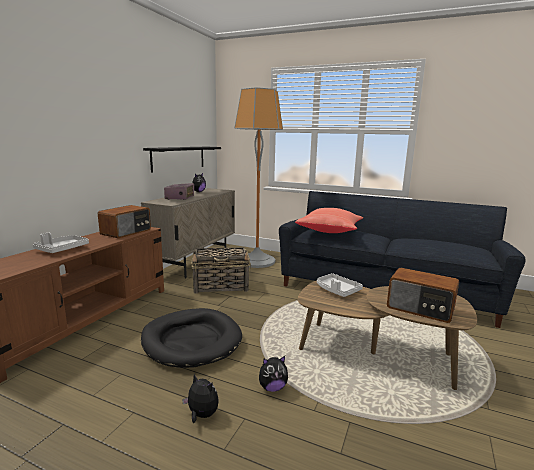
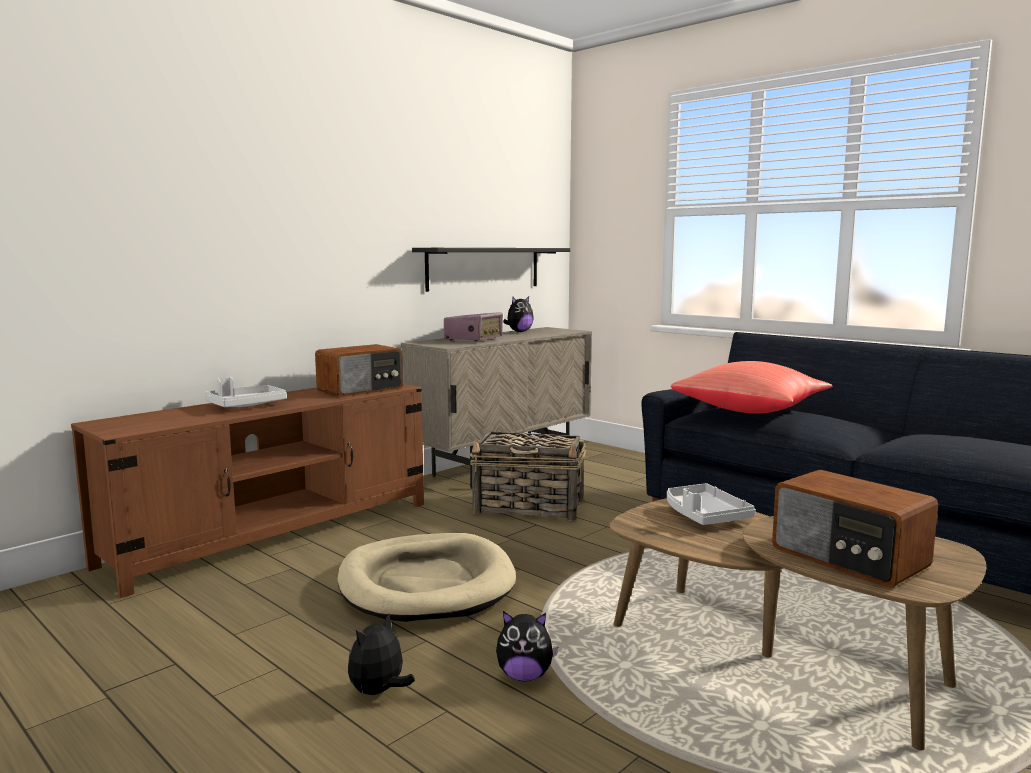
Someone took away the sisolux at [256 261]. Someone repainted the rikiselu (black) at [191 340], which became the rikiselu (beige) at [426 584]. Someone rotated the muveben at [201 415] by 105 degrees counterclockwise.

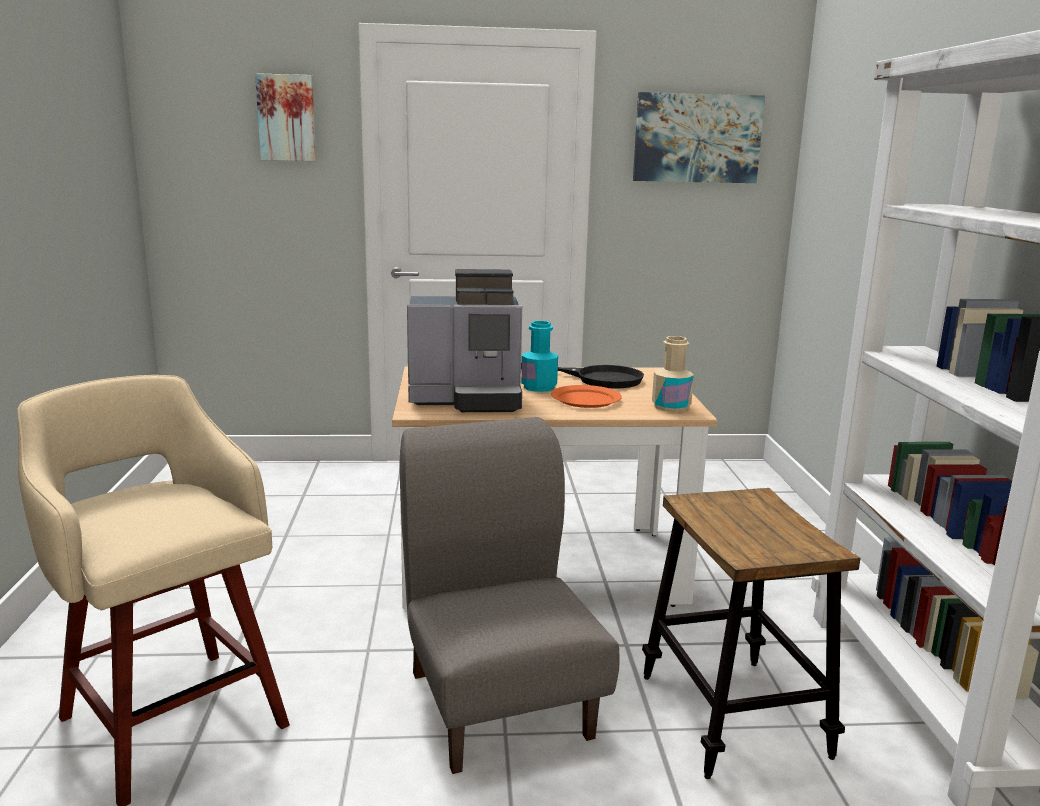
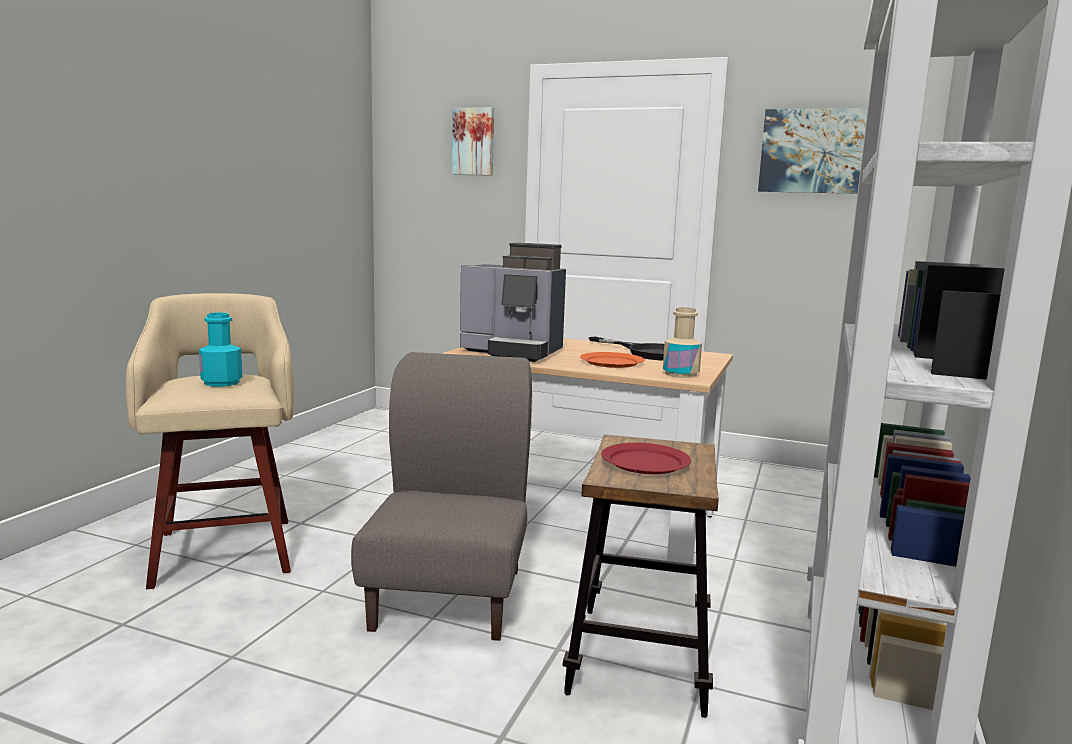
Someone put down the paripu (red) at [644 462]. Someone carried the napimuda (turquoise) from [539 387] to [221 382].

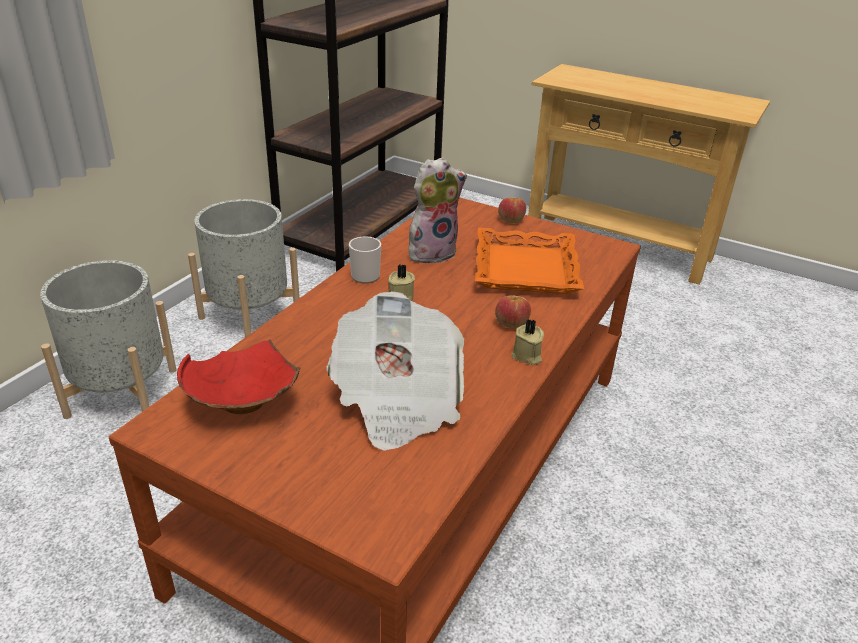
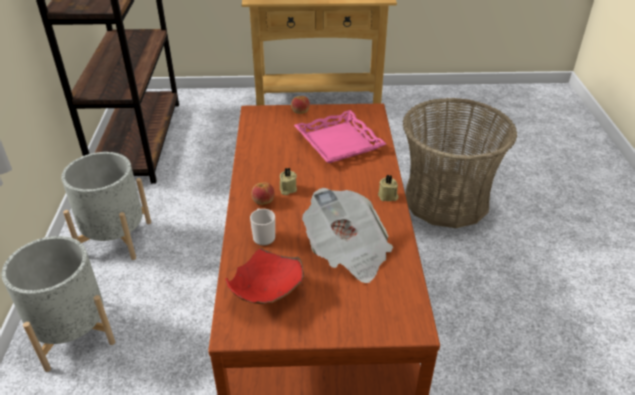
Someone took away the muveben at [432 252]. Someone put down the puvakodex at [446 199]. Someone carried the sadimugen from [366 274] to [263 236]. Someone carried the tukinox from [511 323] to [263 201]. Someone repainted the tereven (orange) at [524 269], which became the tereven (pink) at [338 142].

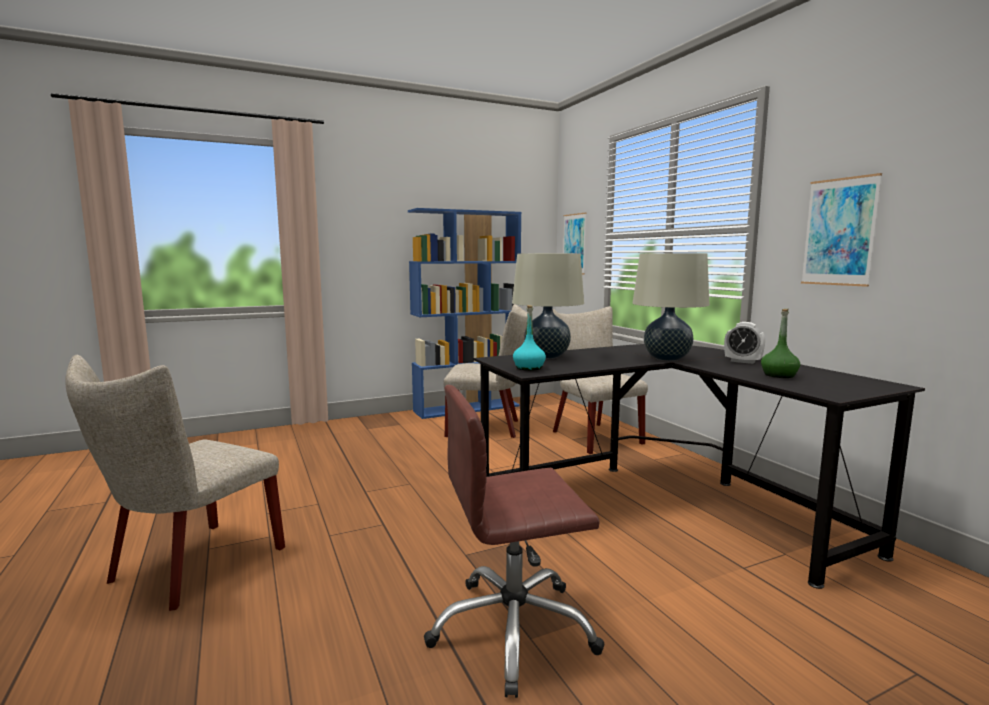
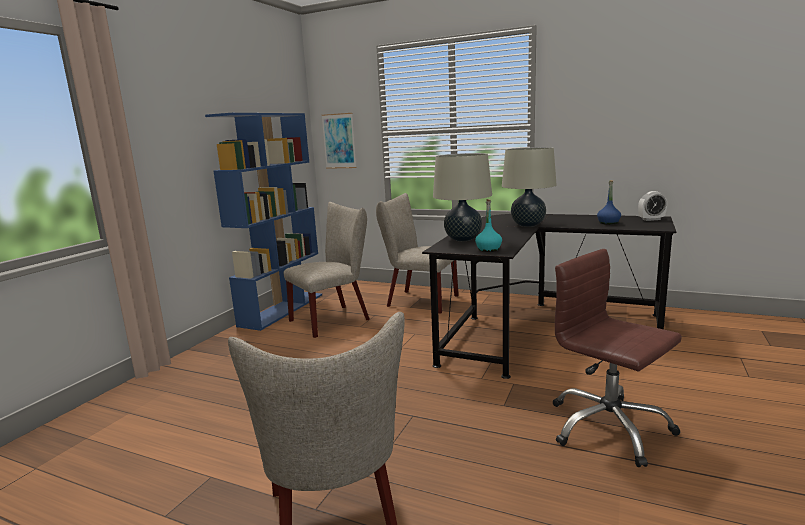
Someone took away the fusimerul at [839 232]. Someone carried the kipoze from [742 361] to [651 219]. Someone repainted the napimuda (green) at [779 375], which became the napimuda (blue) at [608 223]. Someone rotated the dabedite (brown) at [513 630] by 105 degrees clockwise.

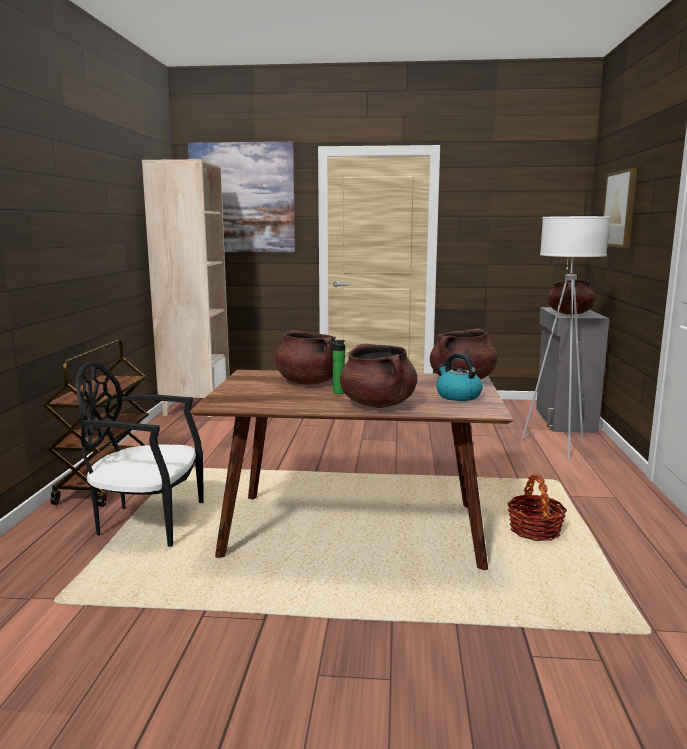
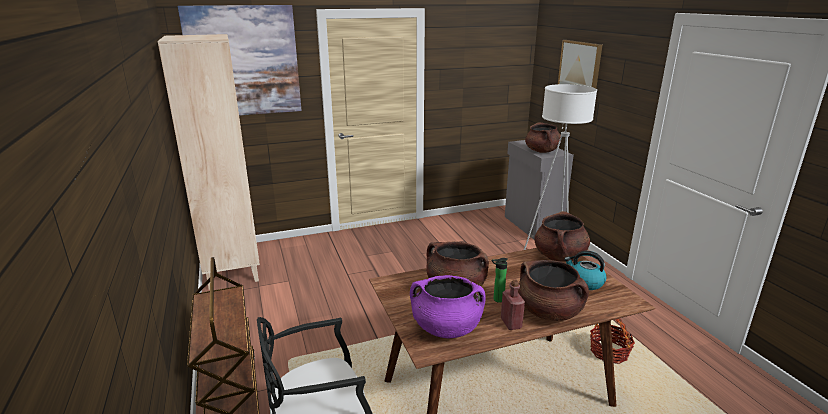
Someone put down the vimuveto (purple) at [446 328]. Someone put down the napimuda (red) at [511 323].

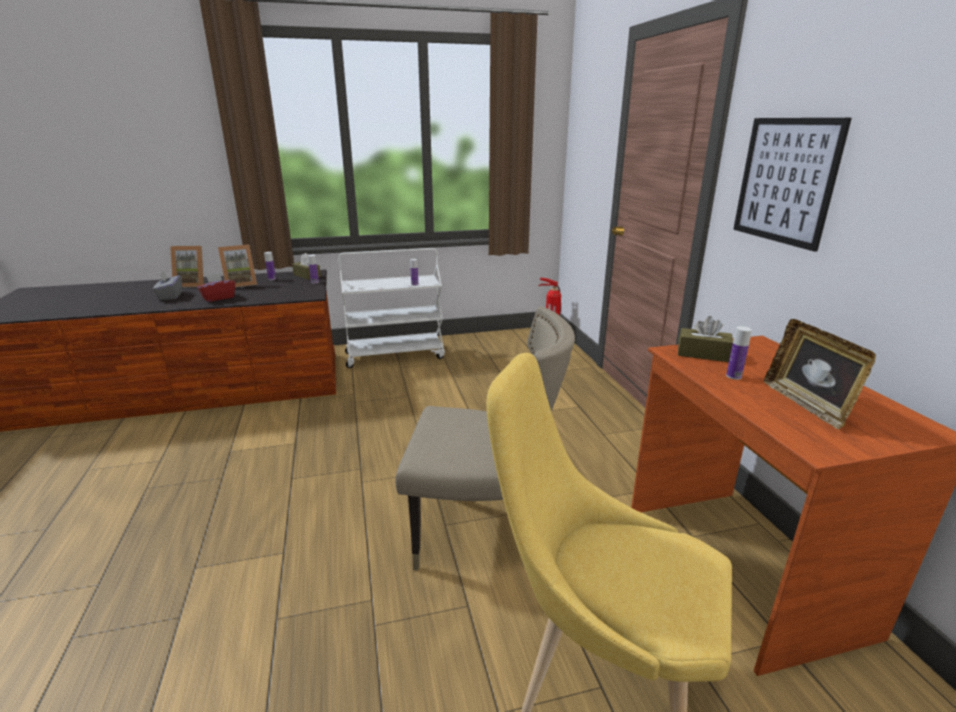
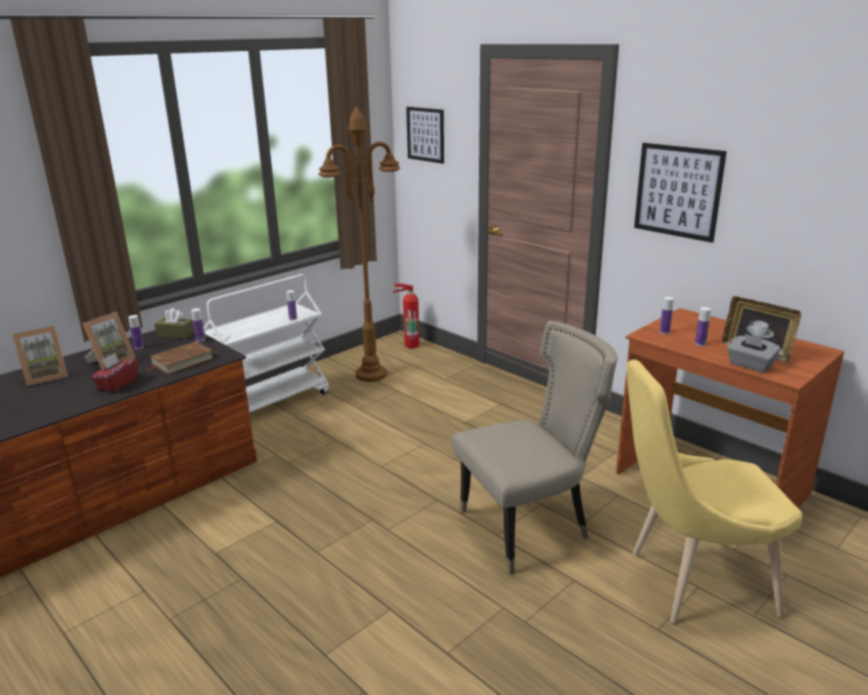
Someone put down the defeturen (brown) at [182 361]. Someone put down the sisolux (brown) at [371 375]. Someone put up the fusimerul at [425 134]. Someone carried the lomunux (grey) from [170 296] to [750 365]. Someone swapped the lomunux (brown) at [703 354] for the napimuda at [664 332].

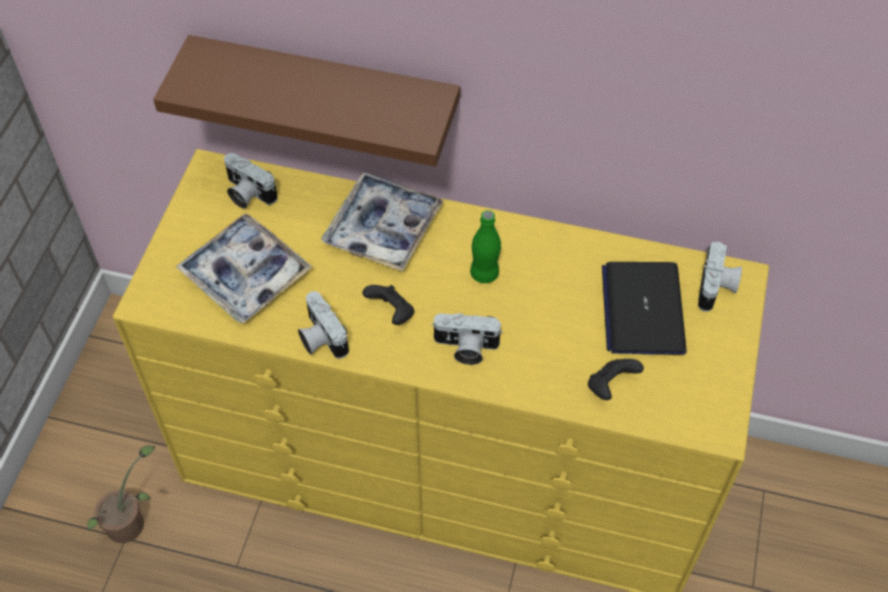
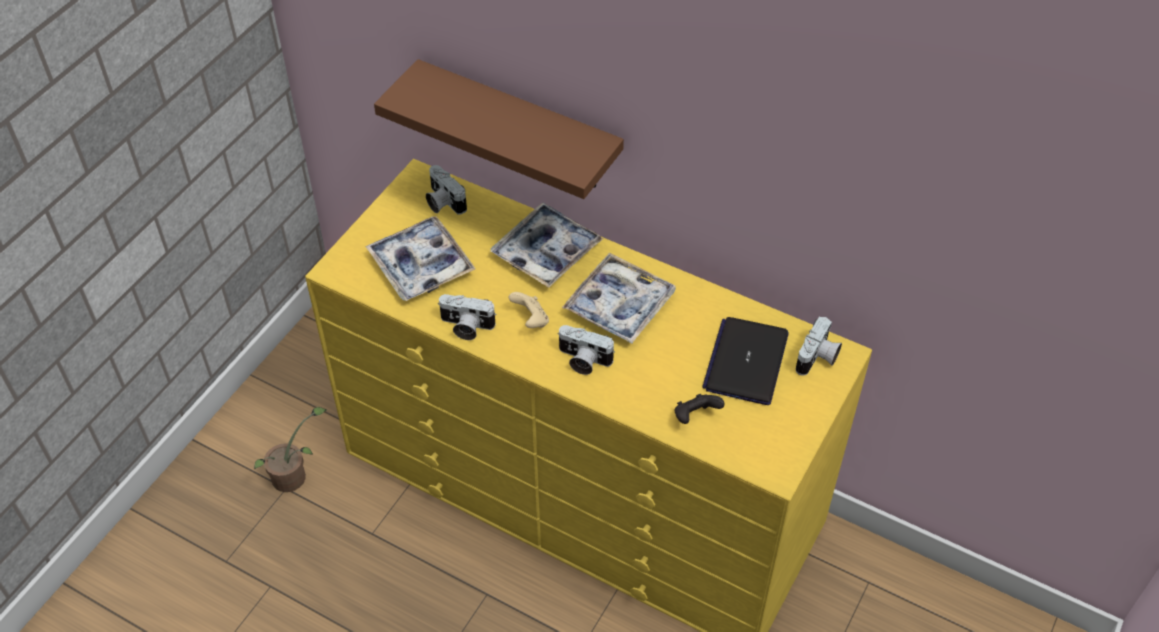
Someone swapped the napimuda (green) at [484 274] for the tereven at [619 305]. Someone repainted the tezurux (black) at [391 313], which became the tezurux (beige) at [531 320]. Someone rotated the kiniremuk at [320 337] by 60 degrees counterclockwise.

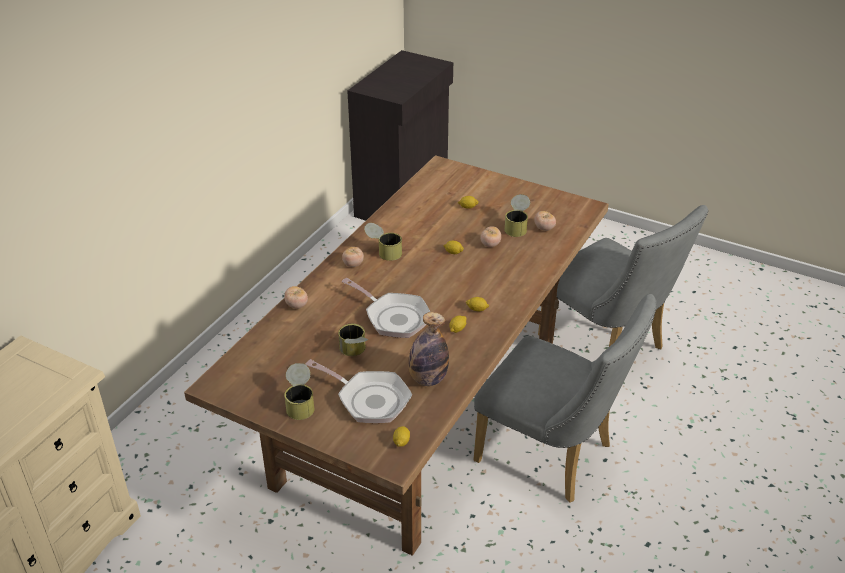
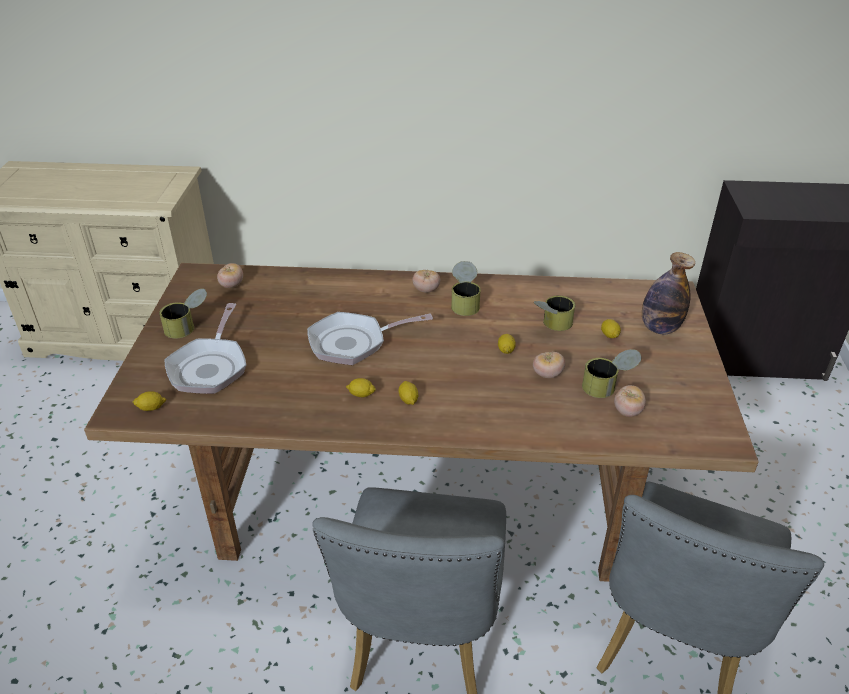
Someone carried the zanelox from [297 305] to [232 285]. Someone carried the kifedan from [354 352] to [551 325]. Someone carried the napimuda from [427 379] to [659 328]. Someone rotated the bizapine at [394 317] by 60 degrees clockwise.

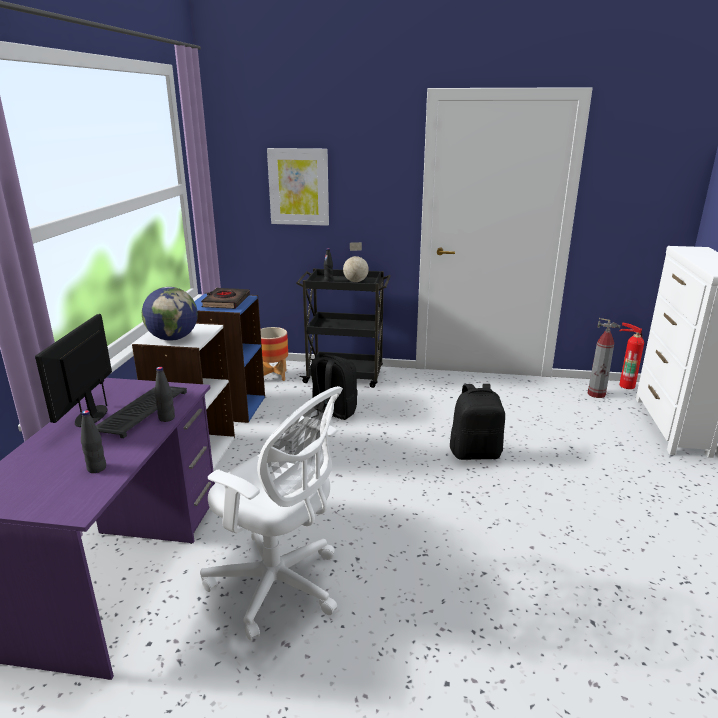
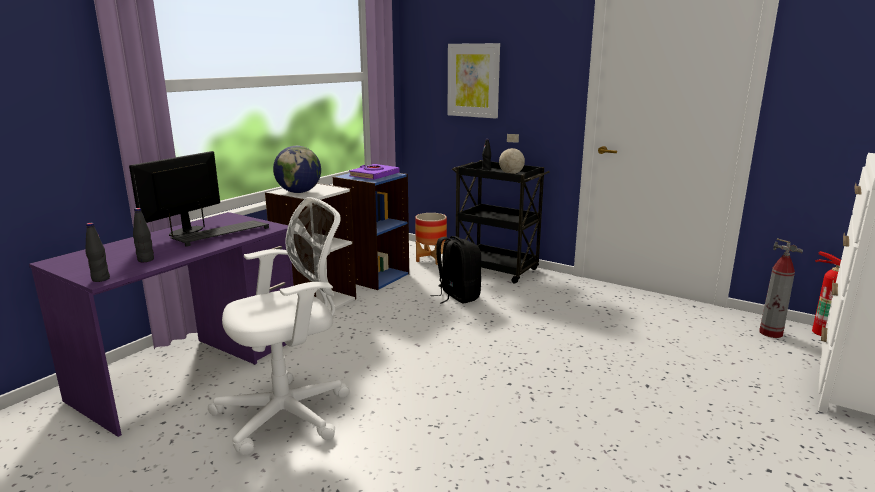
Someone took away the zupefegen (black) at [475 453]. Someone carried the napimuda (black) from [167 418] to [100 279]. Someone repainted the defeturen (black) at [226 302], which became the defeturen (purple) at [374 175]. Someone rotated the dabedite (white) at [279 586] by 90 degrees counterclockwise.

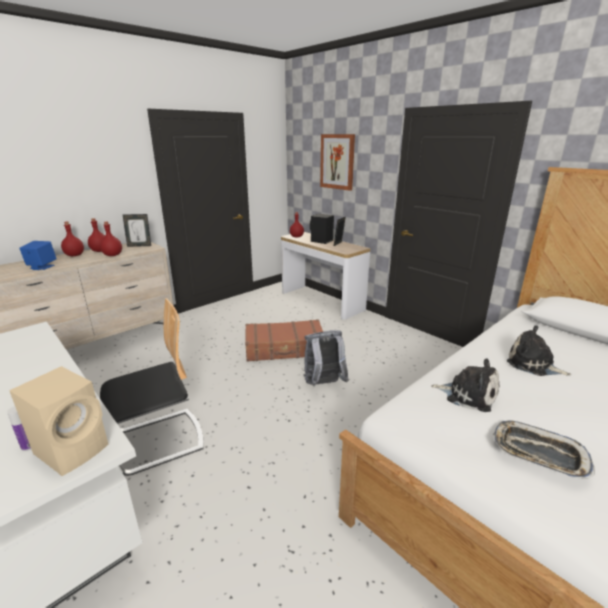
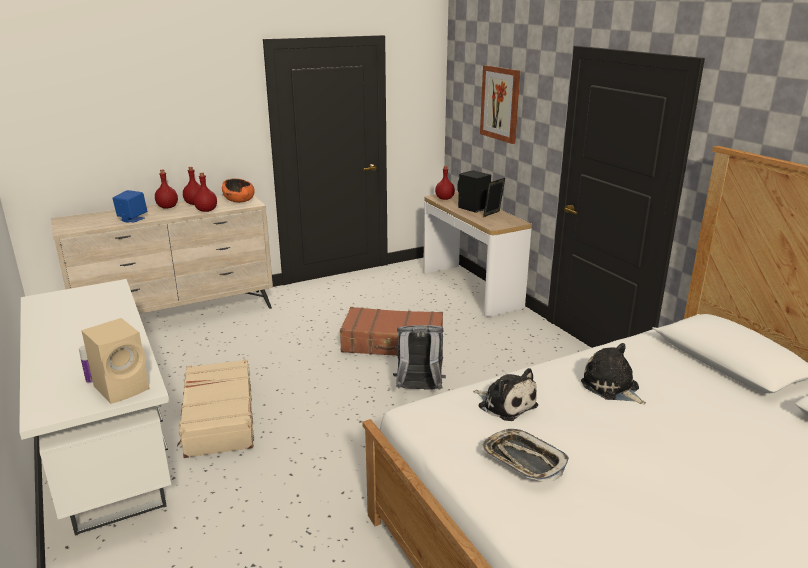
Someone swapped the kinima at [158 441] for the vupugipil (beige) at [218 418]. Someone swapped the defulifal at [139 245] for the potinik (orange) at [239 200].

